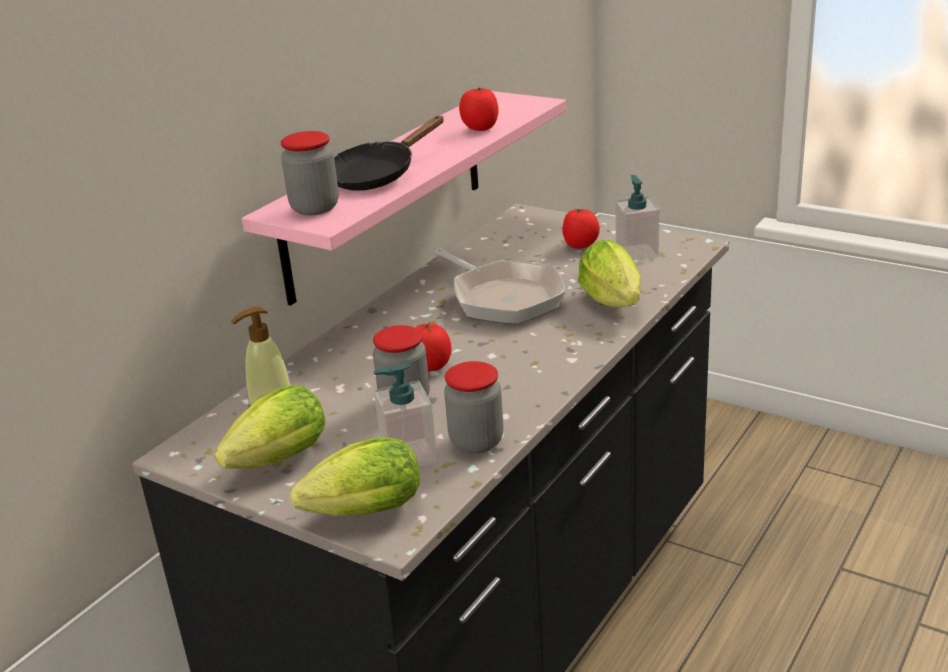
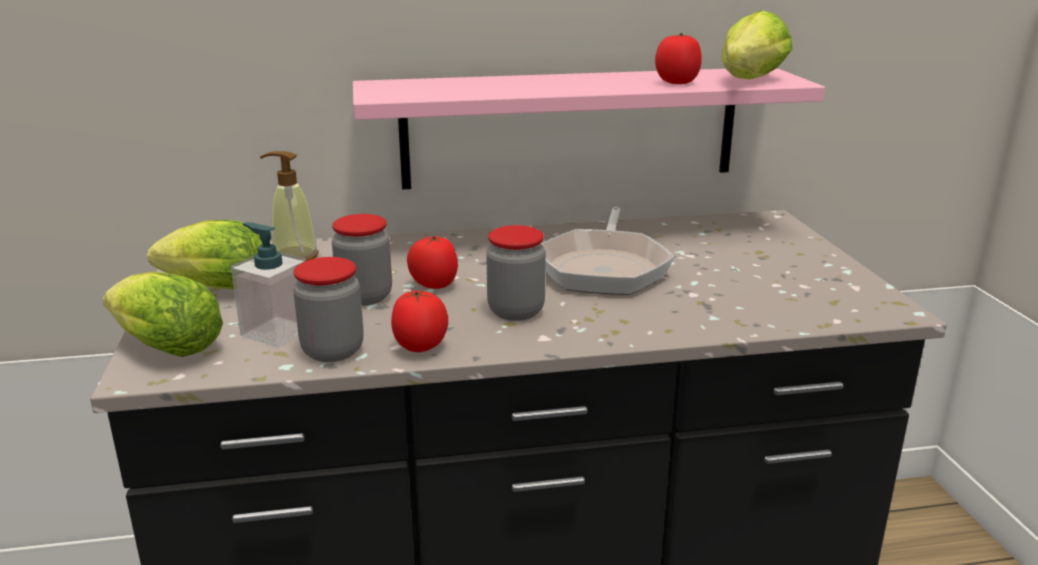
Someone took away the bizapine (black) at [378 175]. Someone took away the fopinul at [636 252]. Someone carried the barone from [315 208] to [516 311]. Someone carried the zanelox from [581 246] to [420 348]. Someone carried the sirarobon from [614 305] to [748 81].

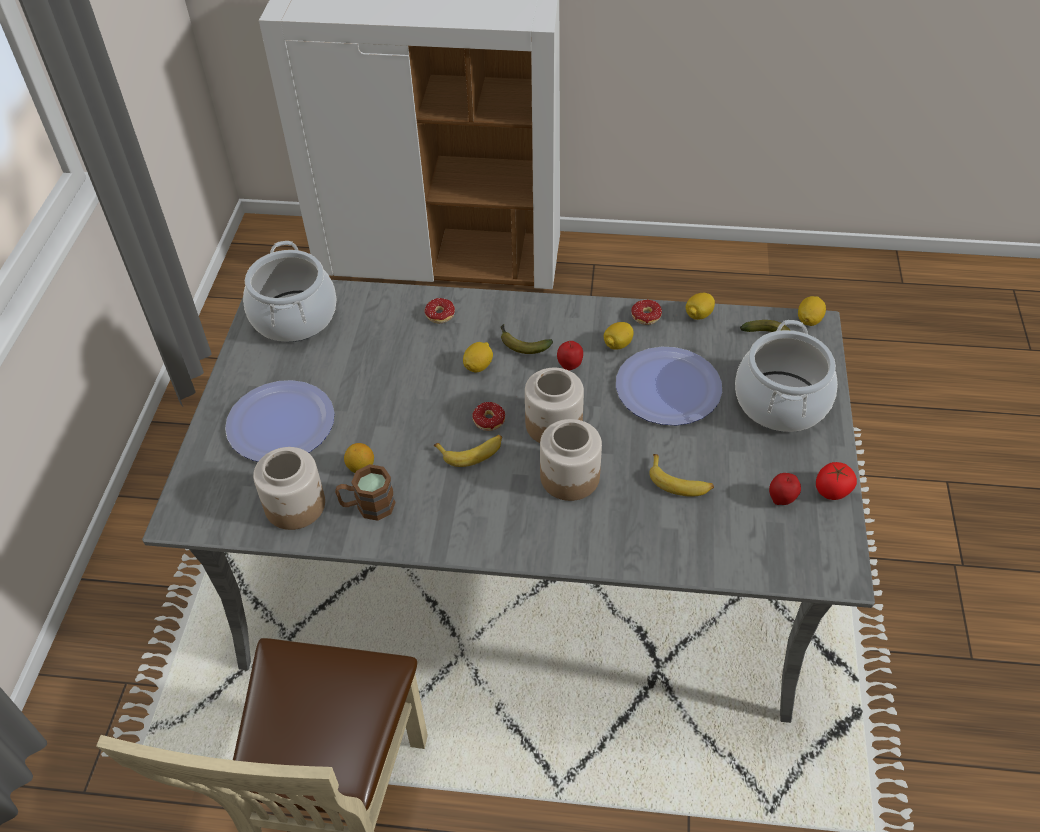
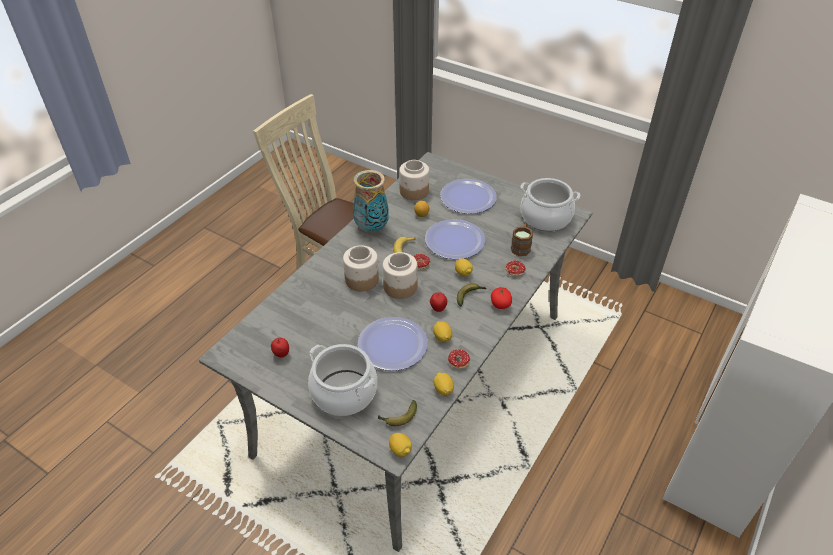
Someone took away the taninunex at [679 482]. Someone put down the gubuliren at [371 228]. Someone put down the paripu at [455 240]. Someone carried the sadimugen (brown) from [367 506] to [521 246]. Someone carried the zanelox from [832 490] to [500 304].

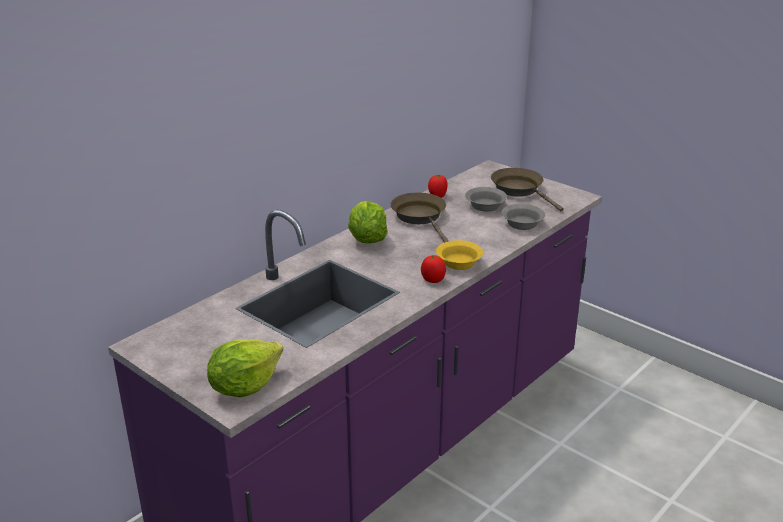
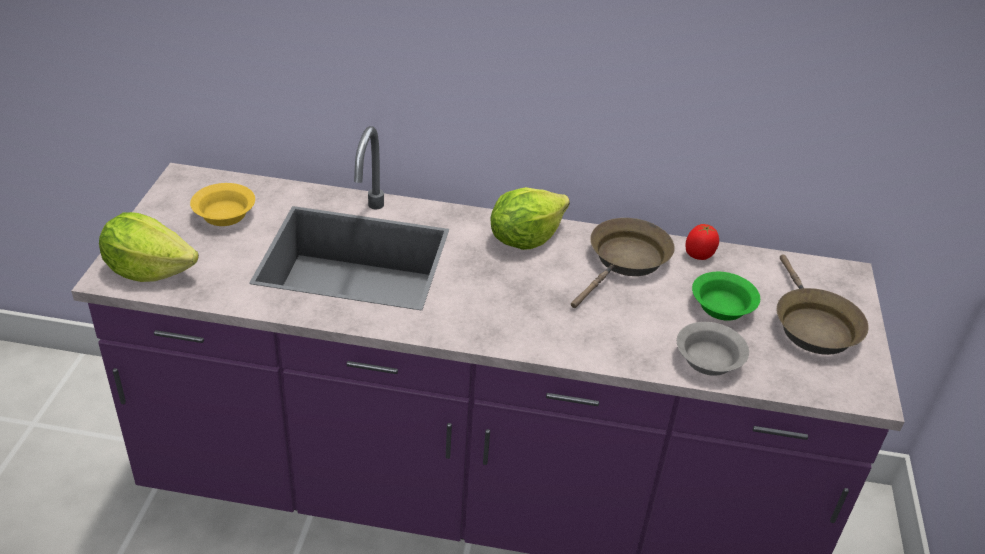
Someone took away the zanelox at [432 280]. Someone carried the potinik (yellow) from [459 262] to [226 215]. Someone repainted the potinik (grey) at [485 206], which became the potinik (green) at [720 307]. Someone rotated the bizapine (brown) at [520 190] by 150 degrees clockwise.

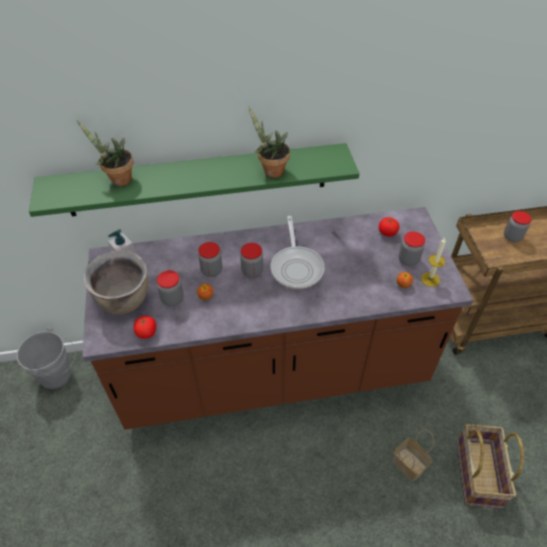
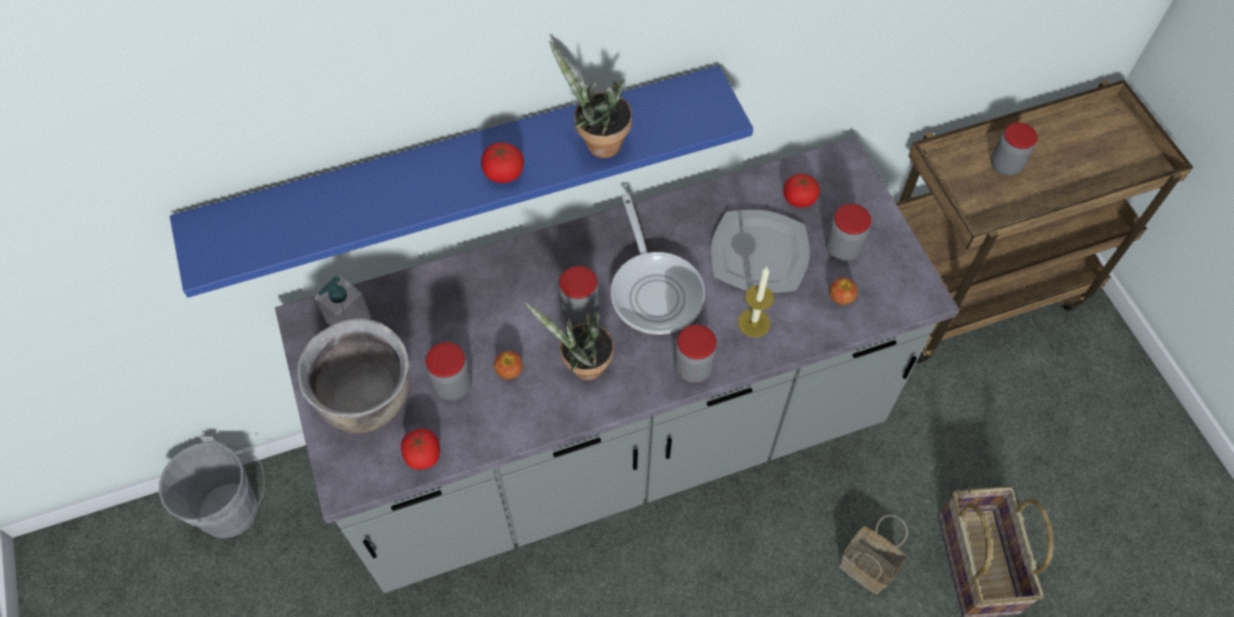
Someone put down the zanelox at [504 173]. Someone put down the paripu at [760 253]. Someone carried the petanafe from [118 179] to [582 367]. Someone carried the barone from [211 270] to [693 368]. Someone carried the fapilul from [430 279] to [754 323]. Someone repainted the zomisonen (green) at [198 180], which became the zomisonen (blue) at [462 167]. Someone repainted the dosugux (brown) at [273 371], which became the dosugux (grey) at [617 442].

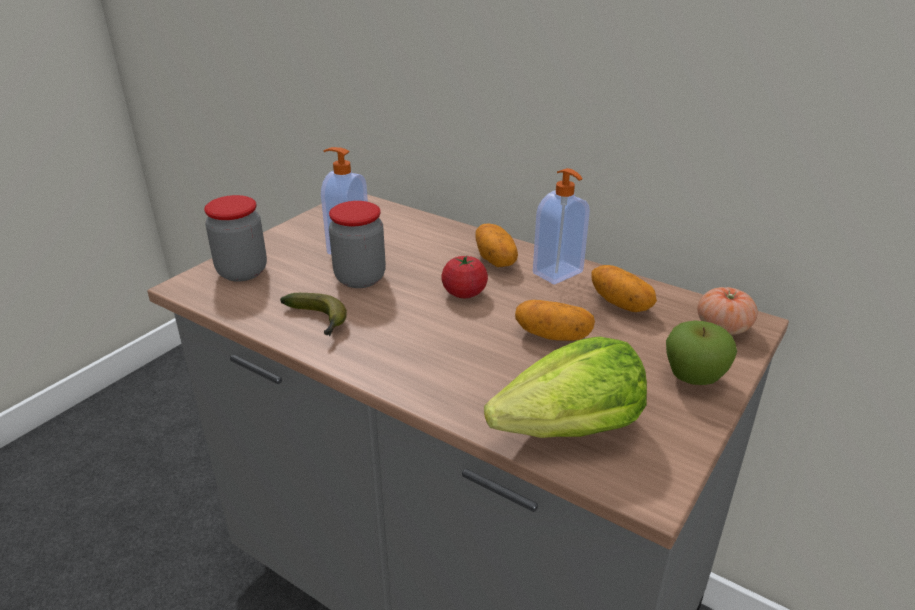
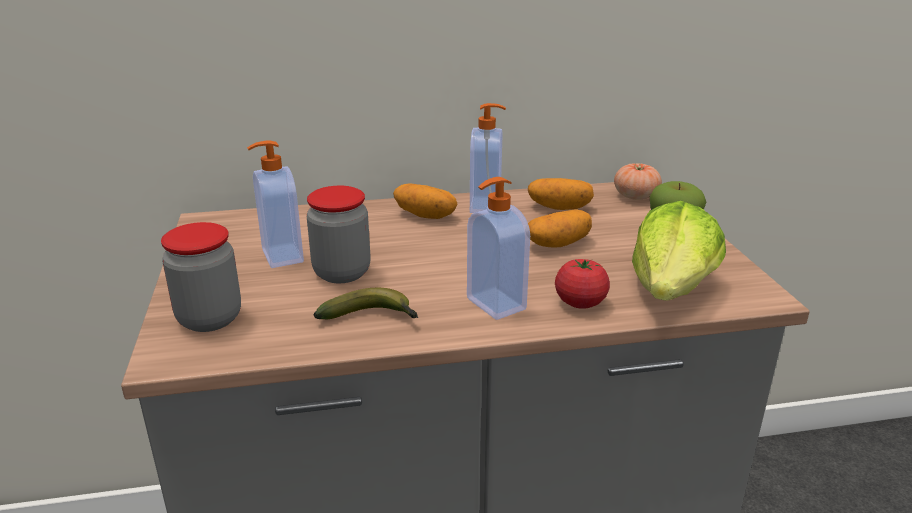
Someone put down the fopinul at [494 305]. Someone carried the zanelox from [464 293] to [580 302].

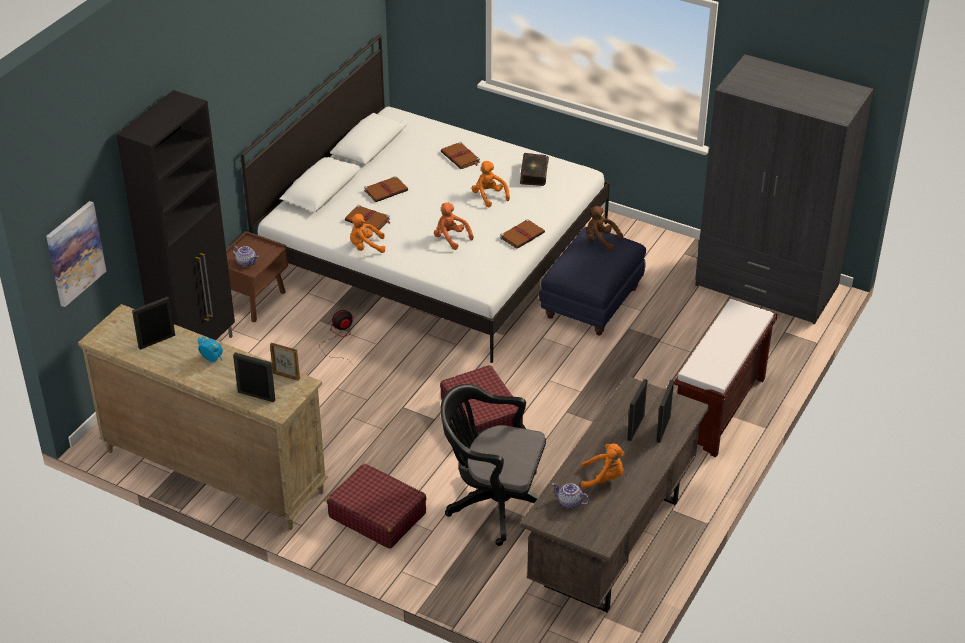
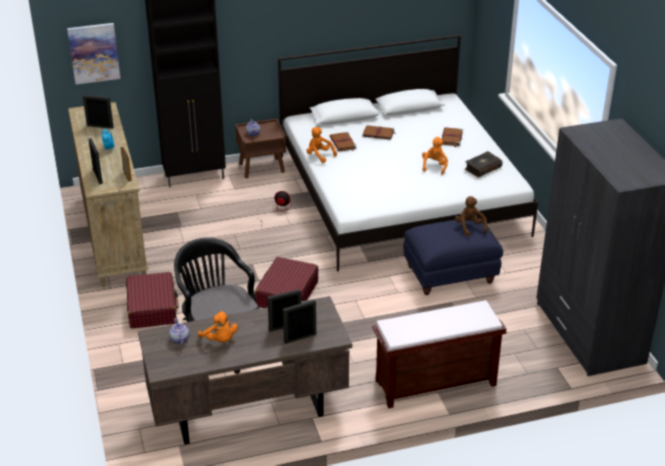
Someone took away the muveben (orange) at [451 238]. Someone took away the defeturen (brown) at [522 235].

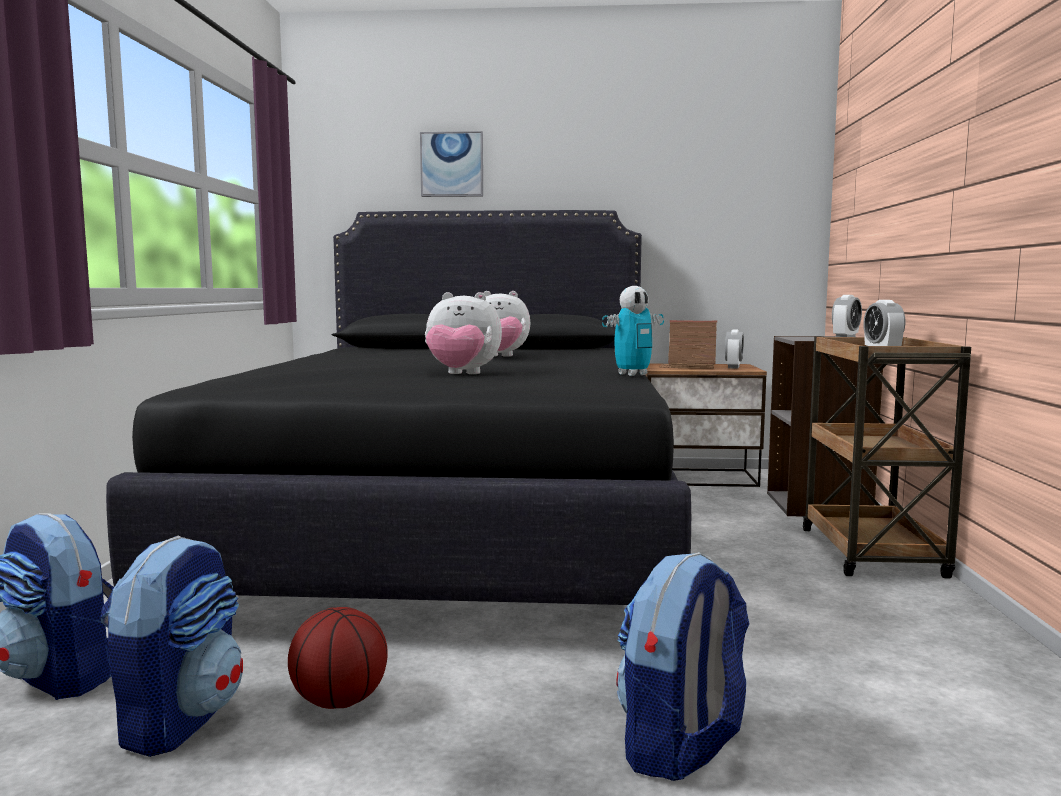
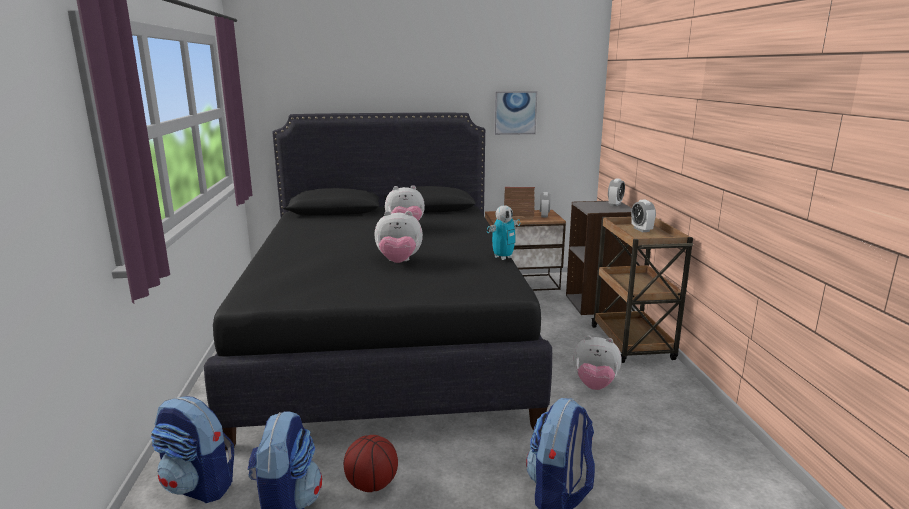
Someone put down the muveben at [594 385]. Someone carried the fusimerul from [452 164] to [515 113].

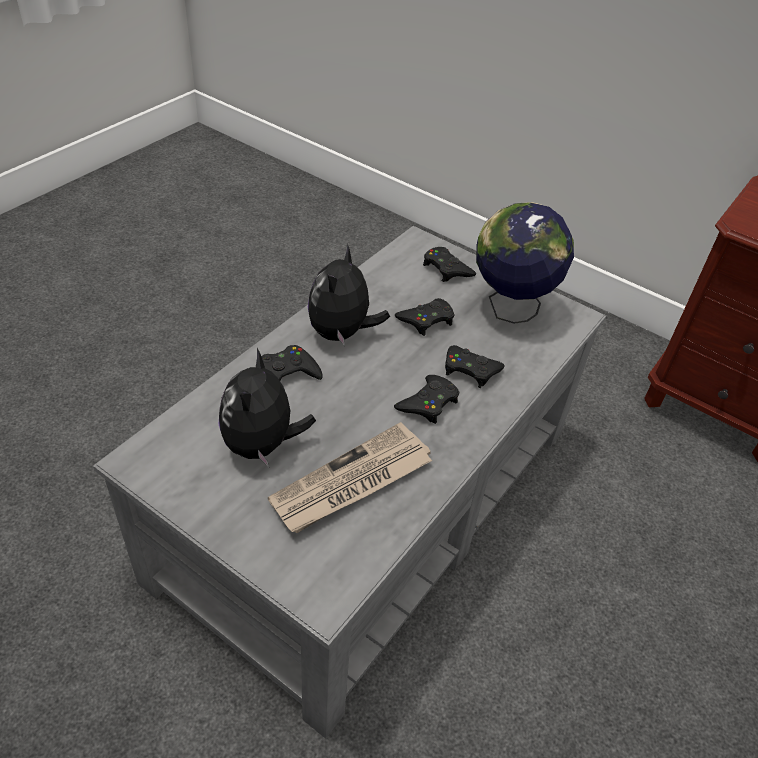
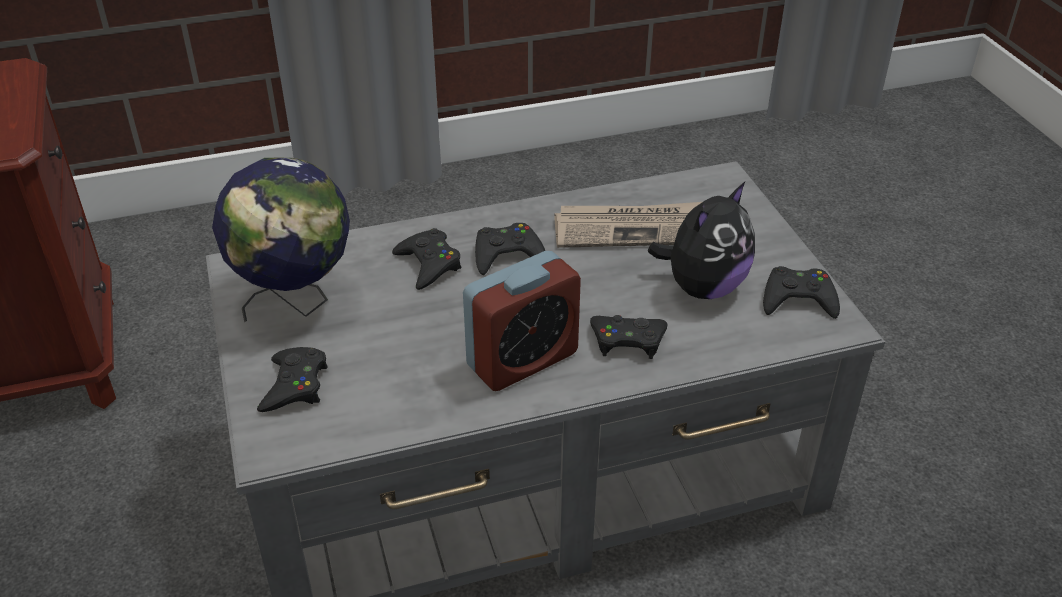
Someone carried the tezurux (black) from [426 320] to [798 300]. Someone swapped the muveben at [342 333] for the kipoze at [522 360].

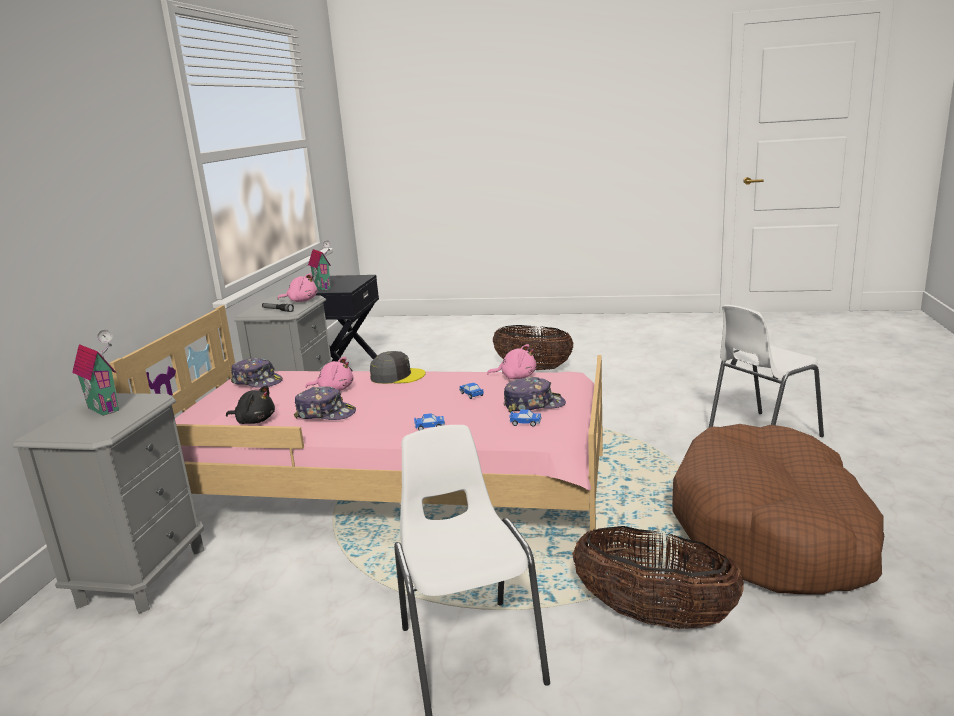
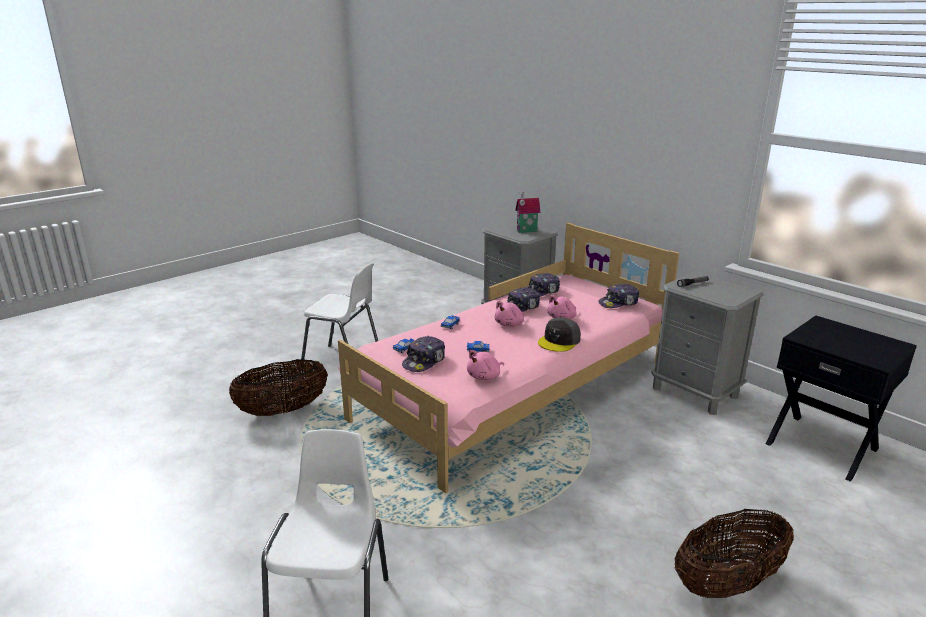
Someone took away the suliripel at [324 287]. Someone took away the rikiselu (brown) at [773 532]. Someone carried the muveben (pink) from [301 301] to [510 324]. Someone swapped the muveben (black) at [254 421] for the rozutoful at [541 292].

